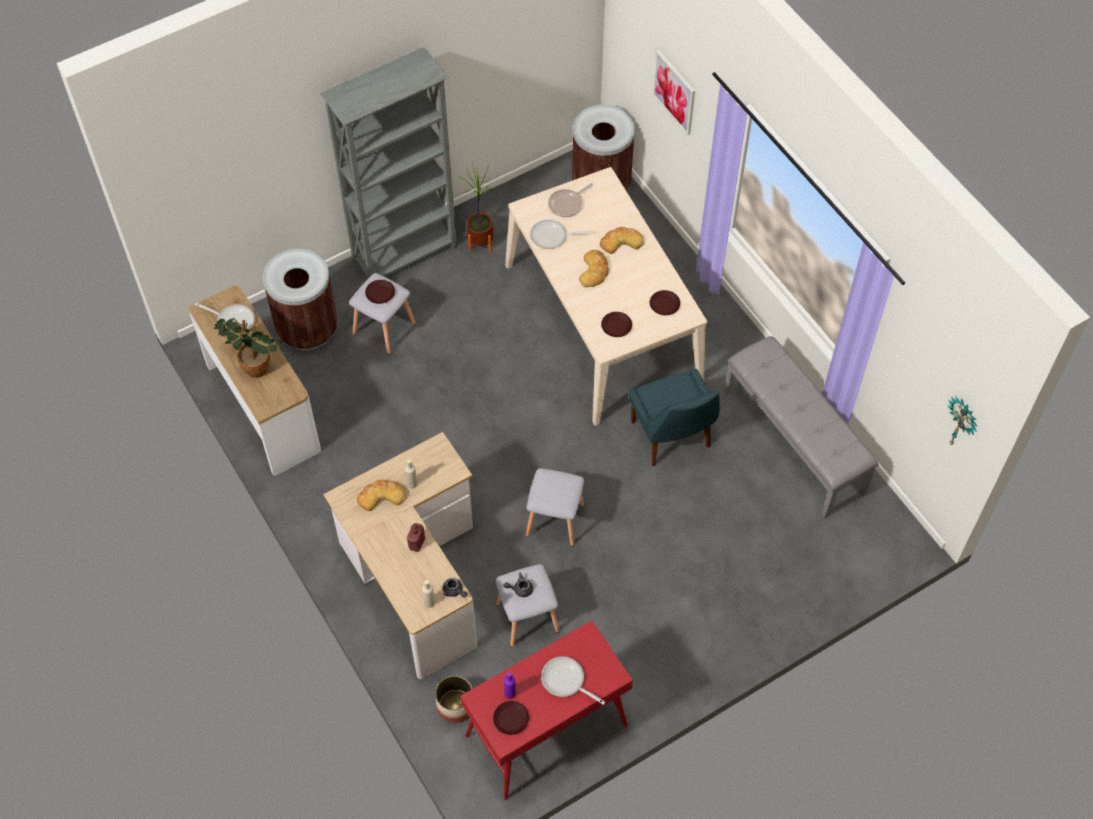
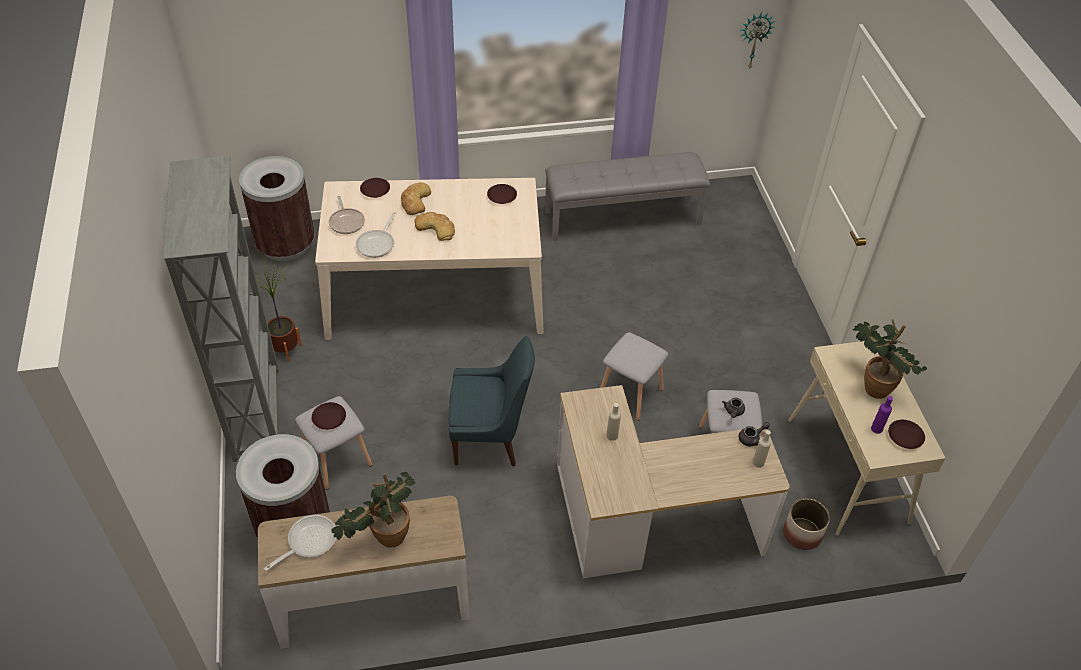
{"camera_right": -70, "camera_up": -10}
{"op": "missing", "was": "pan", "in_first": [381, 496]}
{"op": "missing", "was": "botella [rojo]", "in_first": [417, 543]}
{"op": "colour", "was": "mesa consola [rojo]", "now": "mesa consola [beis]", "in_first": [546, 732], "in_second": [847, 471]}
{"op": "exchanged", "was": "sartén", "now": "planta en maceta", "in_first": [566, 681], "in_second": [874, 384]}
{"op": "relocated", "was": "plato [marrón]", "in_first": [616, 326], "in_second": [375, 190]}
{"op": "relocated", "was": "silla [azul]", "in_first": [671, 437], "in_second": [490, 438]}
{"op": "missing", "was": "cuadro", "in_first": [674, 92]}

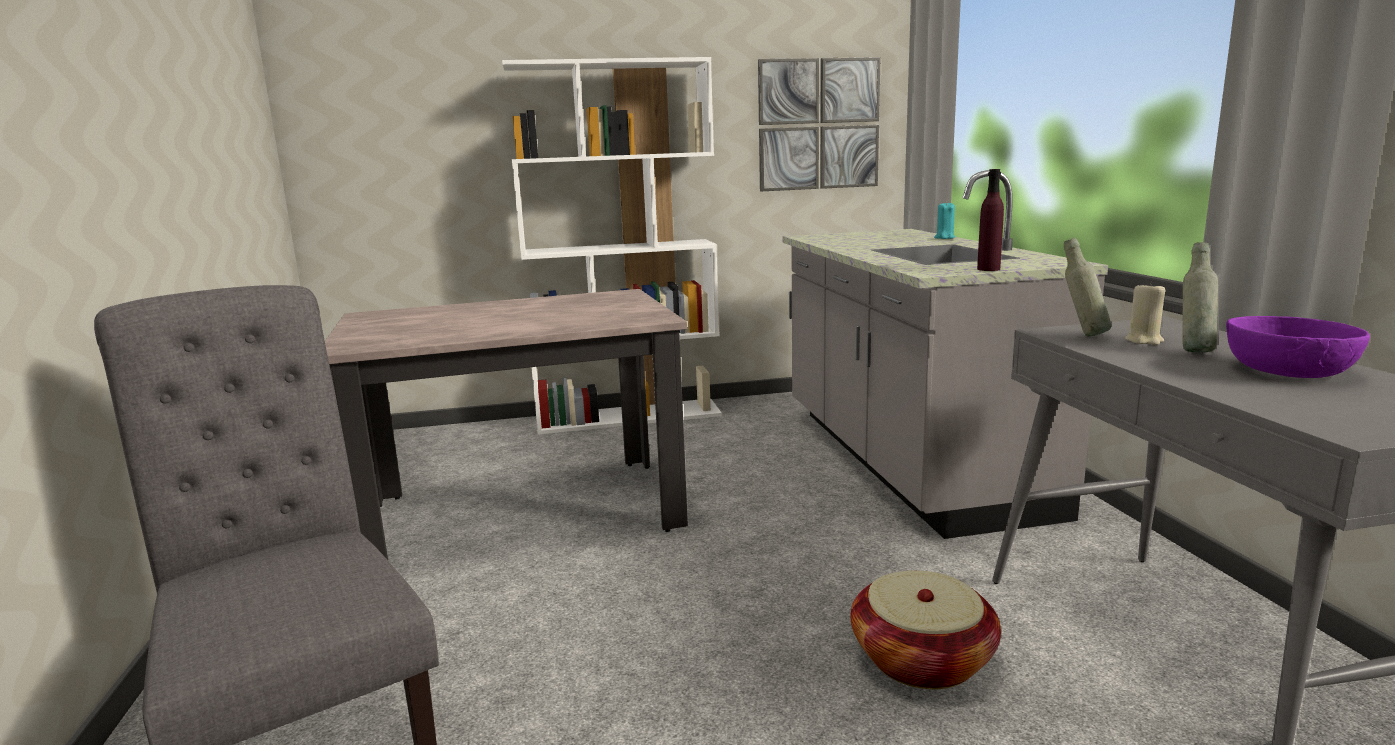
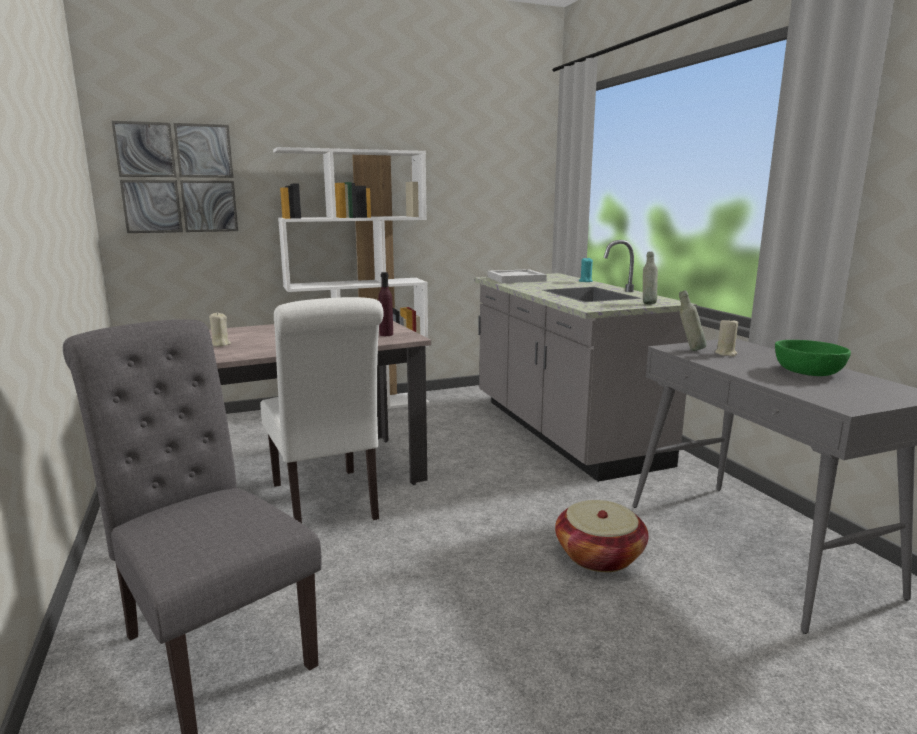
{"camera_right": -10, "camera_up": 0}
{"op": "relocated", "was": "cuadro", "in_first": [818, 124], "in_second": [178, 178]}
{"op": "relocated", "was": "botella [morado]", "in_first": [988, 269], "in_second": [386, 334]}
{"op": "relocated", "was": "botella [gris]", "in_first": [1193, 350], "in_second": [648, 303]}
{"op": "colour", "was": "cuenco [morado]", "now": "cuenco [verde]", "in_first": [1287, 371], "in_second": [808, 372]}
{"op": "appeared", "now": "vela [beis]", "in_second": [220, 344]}
{"op": "appeared", "now": "silla [blanco]", "in_second": [327, 504]}
{"op": "appeared", "now": "bandeja [blanco]", "in_second": [515, 279]}

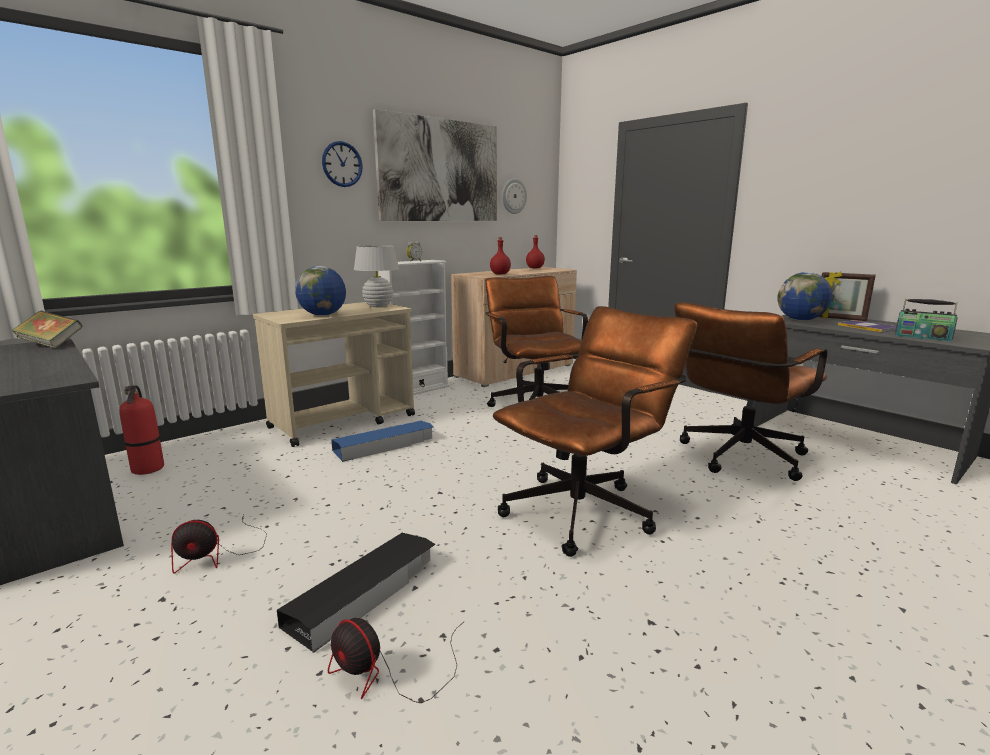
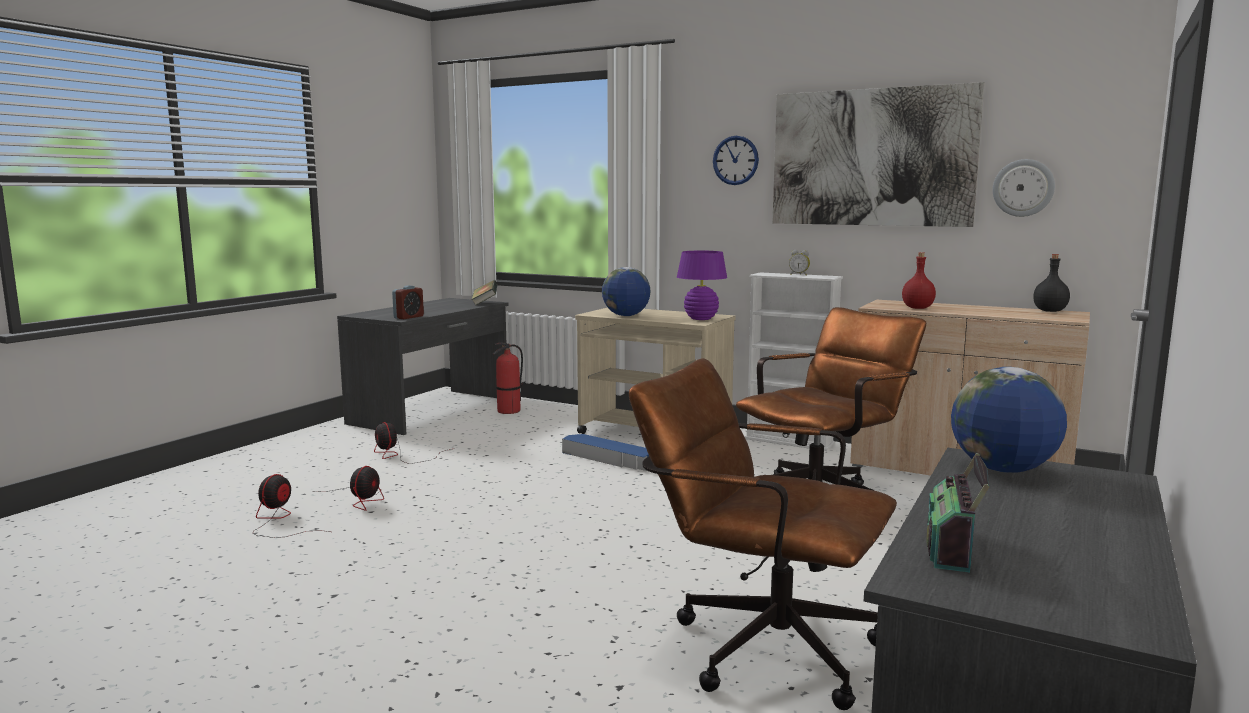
{"camera_right": 70, "camera_up": -5}
{"op": "exchanged", "was": "caja de almacenaje [negro]", "now": "ventilador", "in_first": [365, 593], "in_second": [361, 499]}
{"op": "colour", "was": "lámpara de mesa [blanco]", "now": "lámpara de mesa [morado]", "in_first": [378, 306], "in_second": [701, 319]}
{"op": "missing", "was": "silla de oficina [marrón]", "in_first": [587, 508]}
{"op": "colour", "was": "botella [rojo]", "now": "botella [negro]", "in_first": [534, 268], "in_second": [1049, 311]}
{"op": "missing", "was": "portarretratos", "in_first": [840, 319]}
{"op": "missing", "was": "libro", "in_first": [867, 327]}
{"op": "appeared", "now": "despertador", "in_second": [408, 317]}

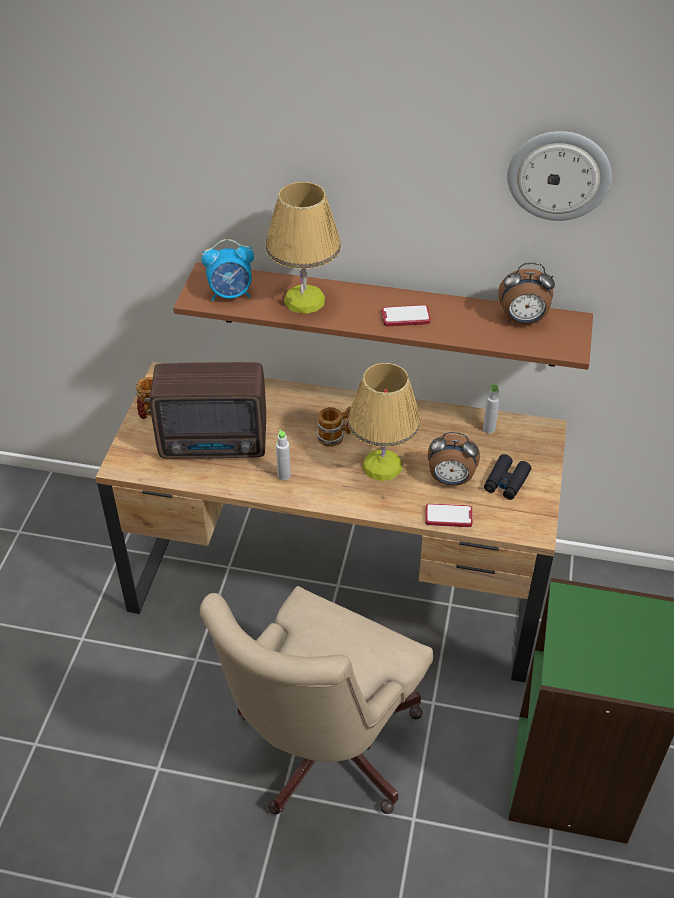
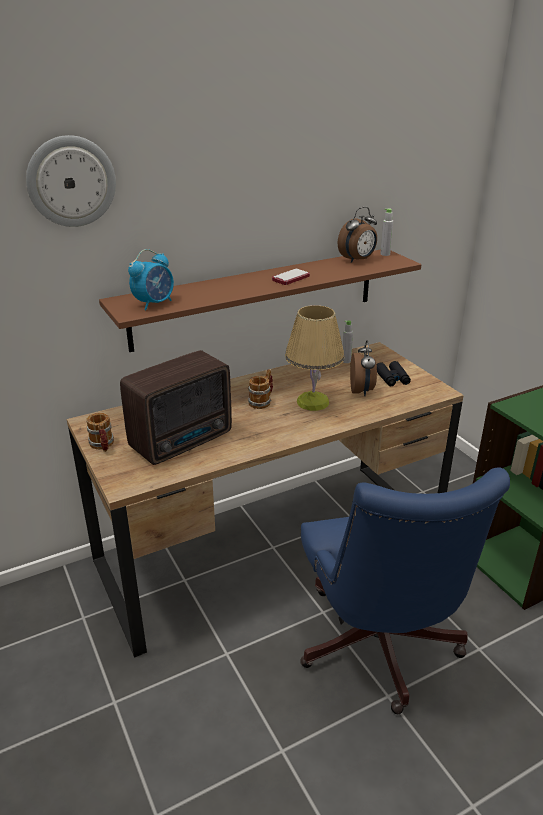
{"camera_right": -40, "camera_up": -15}
{"op": "colour", "was": "silla de oficina [beis]", "now": "silla de oficina [azul]", "in_first": [321, 751], "in_second": [379, 650]}
{"op": "missing", "was": "lámpara de mesa", "in_first": [304, 300]}
{"op": "relocated", "was": "botella [gris]", "in_first": [284, 475], "in_second": [385, 254]}
{"op": "missing", "was": "móvil", "in_first": [448, 516]}
{"op": "spun", "was": "despertador", "in_first": [450, 480], "in_second": [362, 391], "clockwise": -60}
{"op": "relocated", "was": "reloj de pared", "in_first": [559, 175], "in_second": [71, 181]}

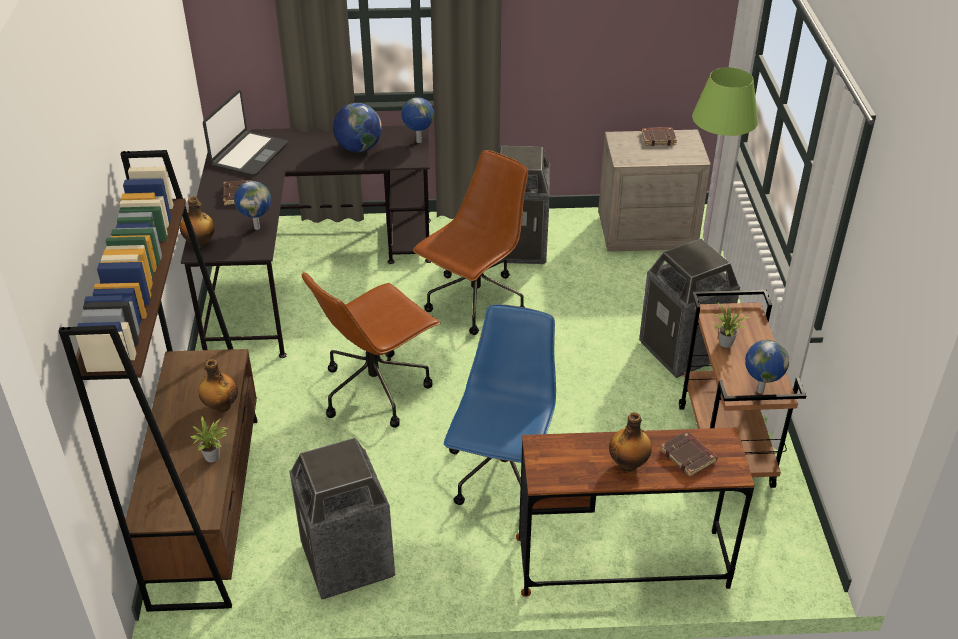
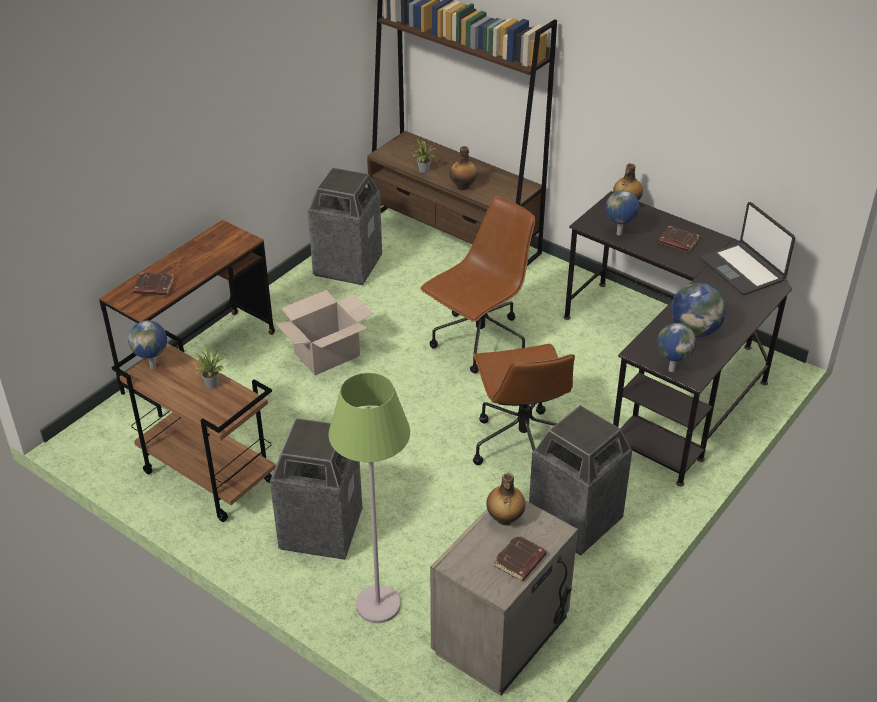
{"camera_right": 130, "camera_up": 0}
{"op": "spun", "was": "silla de oficina [marrón]", "in_first": [376, 389], "in_second": [479, 342], "clockwise": 45}
{"op": "exchanged", "was": "silla de oficina [azul]", "now": "caja de cartón", "in_first": [503, 476], "in_second": [327, 355]}
{"op": "relocated", "was": "botella", "in_first": [628, 464], "in_second": [504, 519]}

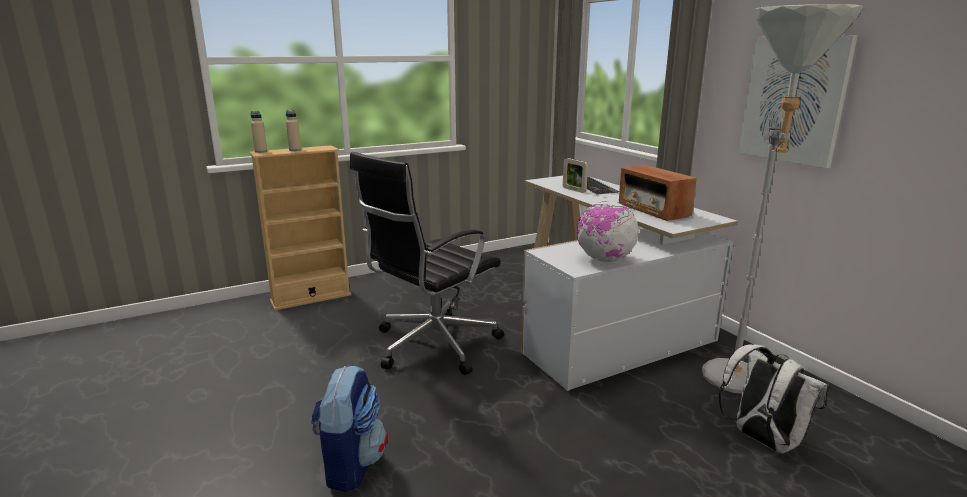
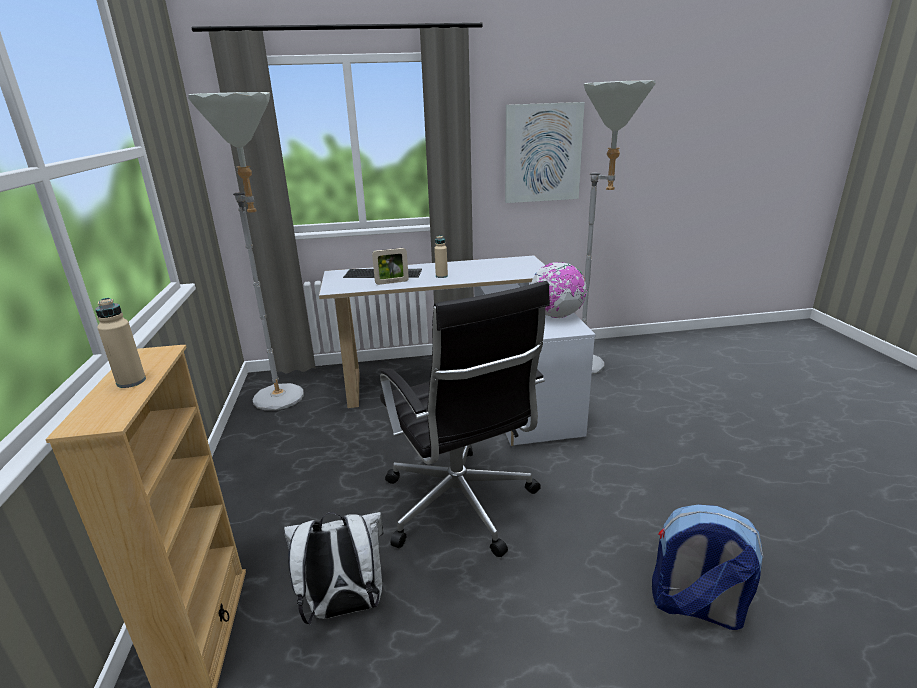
{"camera_right": -70, "camera_up": 5}
{"op": "relocated", "was": "botella [beis]", "in_first": [261, 151], "in_second": [441, 276]}
{"op": "missing", "was": "radio", "in_first": [653, 210]}
{"op": "relocated", "was": "mochila [blanco]", "in_first": [761, 440], "in_second": [344, 607]}
{"op": "appeared", "now": "lámpara de pie [gris]", "in_second": [285, 401]}

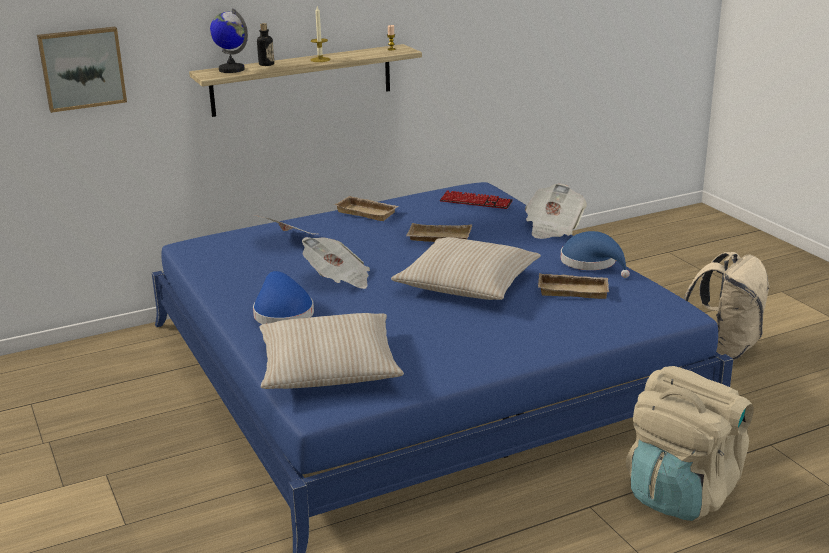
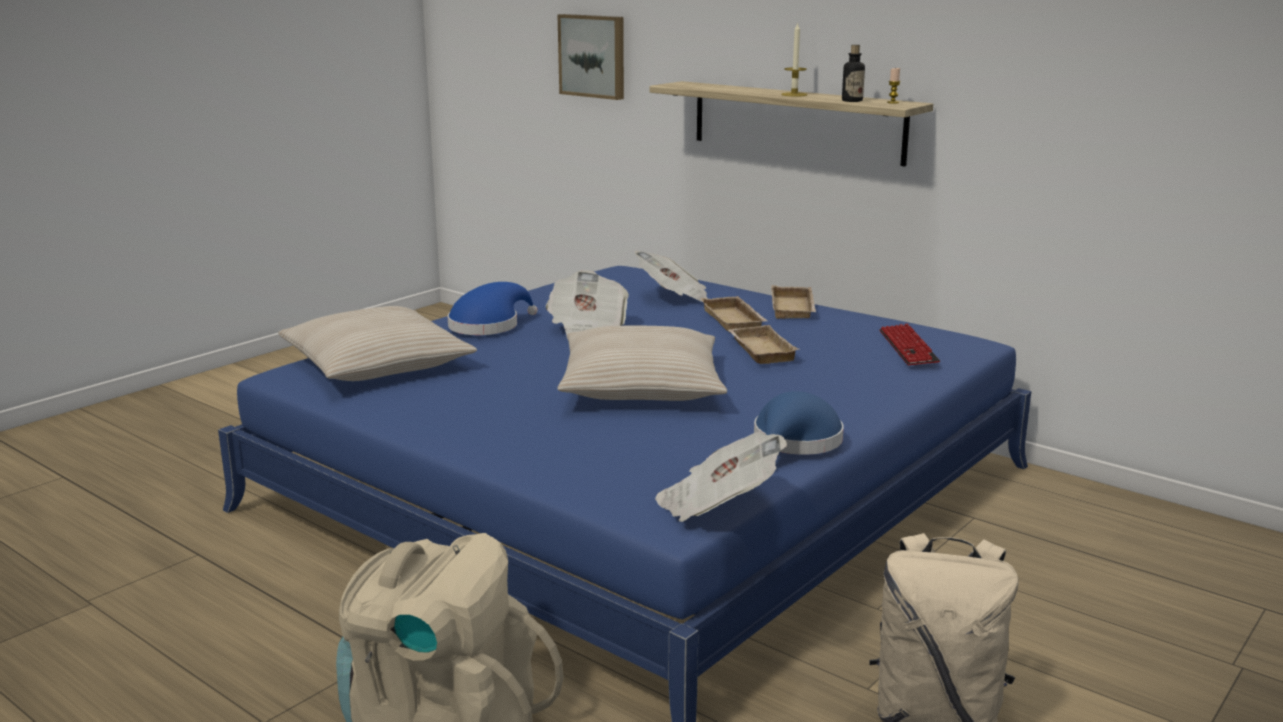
{"camera_right": 65, "camera_up": -5}
{"op": "missing", "was": "globo terráqueo", "in_first": [231, 69]}
{"op": "relocated", "was": "botella", "in_first": [266, 64], "in_second": [852, 101]}
{"op": "relocated", "was": "periódico", "in_first": [553, 228], "in_second": [717, 506]}
{"op": "relocated", "was": "bandeja [beis]", "in_first": [574, 290], "in_second": [735, 320]}

